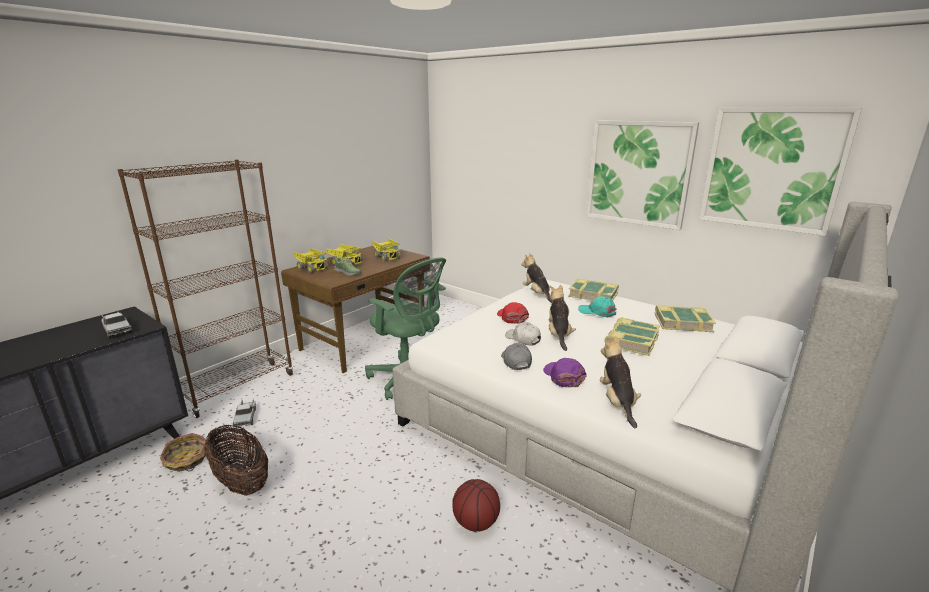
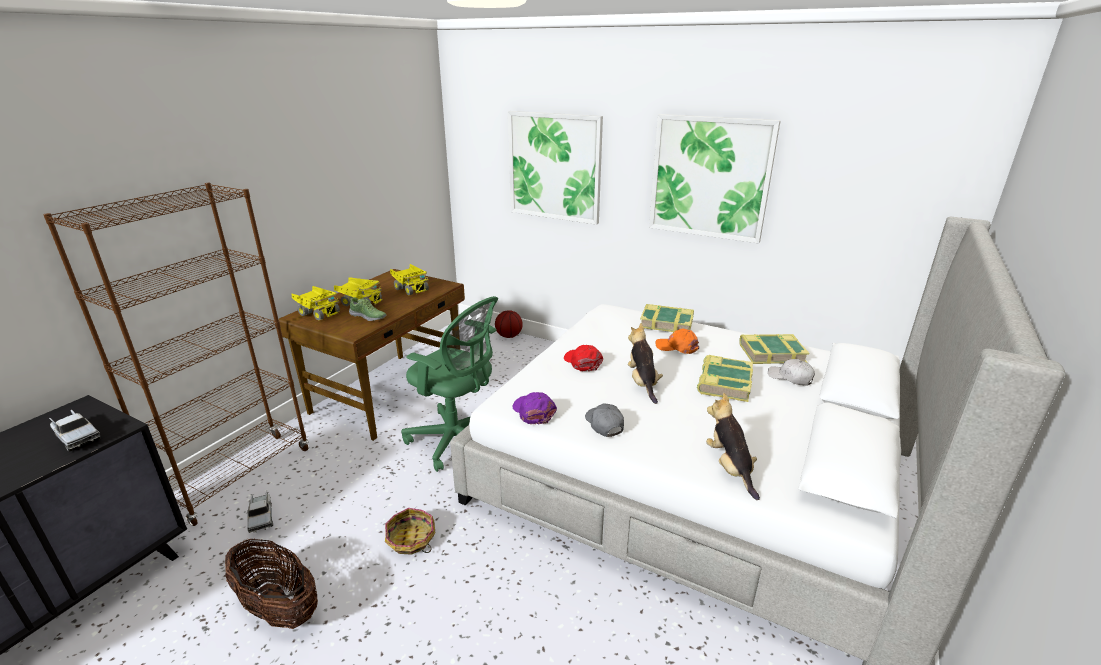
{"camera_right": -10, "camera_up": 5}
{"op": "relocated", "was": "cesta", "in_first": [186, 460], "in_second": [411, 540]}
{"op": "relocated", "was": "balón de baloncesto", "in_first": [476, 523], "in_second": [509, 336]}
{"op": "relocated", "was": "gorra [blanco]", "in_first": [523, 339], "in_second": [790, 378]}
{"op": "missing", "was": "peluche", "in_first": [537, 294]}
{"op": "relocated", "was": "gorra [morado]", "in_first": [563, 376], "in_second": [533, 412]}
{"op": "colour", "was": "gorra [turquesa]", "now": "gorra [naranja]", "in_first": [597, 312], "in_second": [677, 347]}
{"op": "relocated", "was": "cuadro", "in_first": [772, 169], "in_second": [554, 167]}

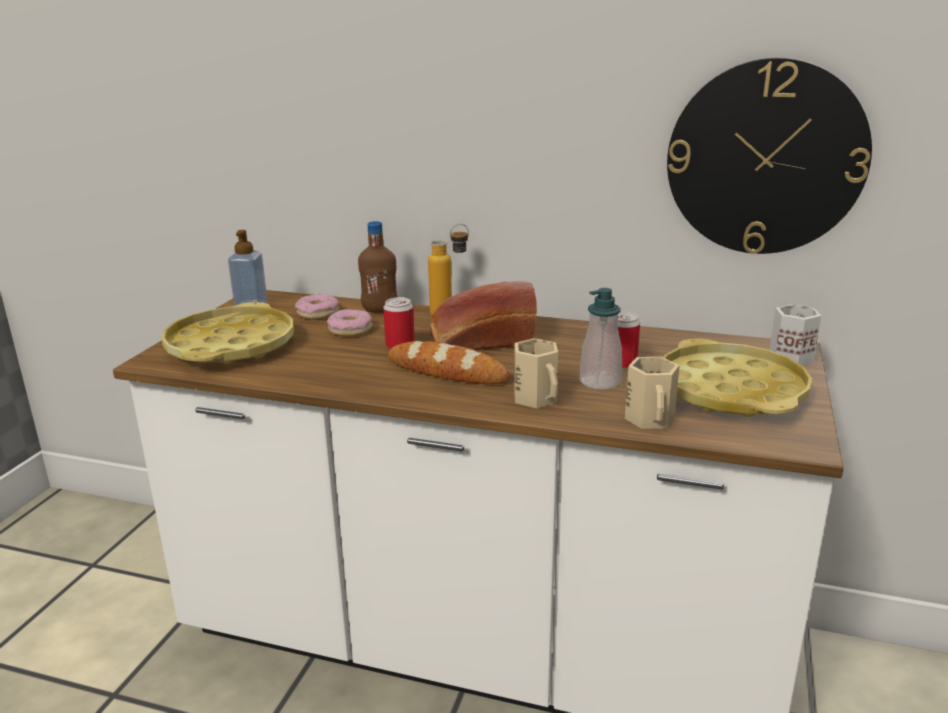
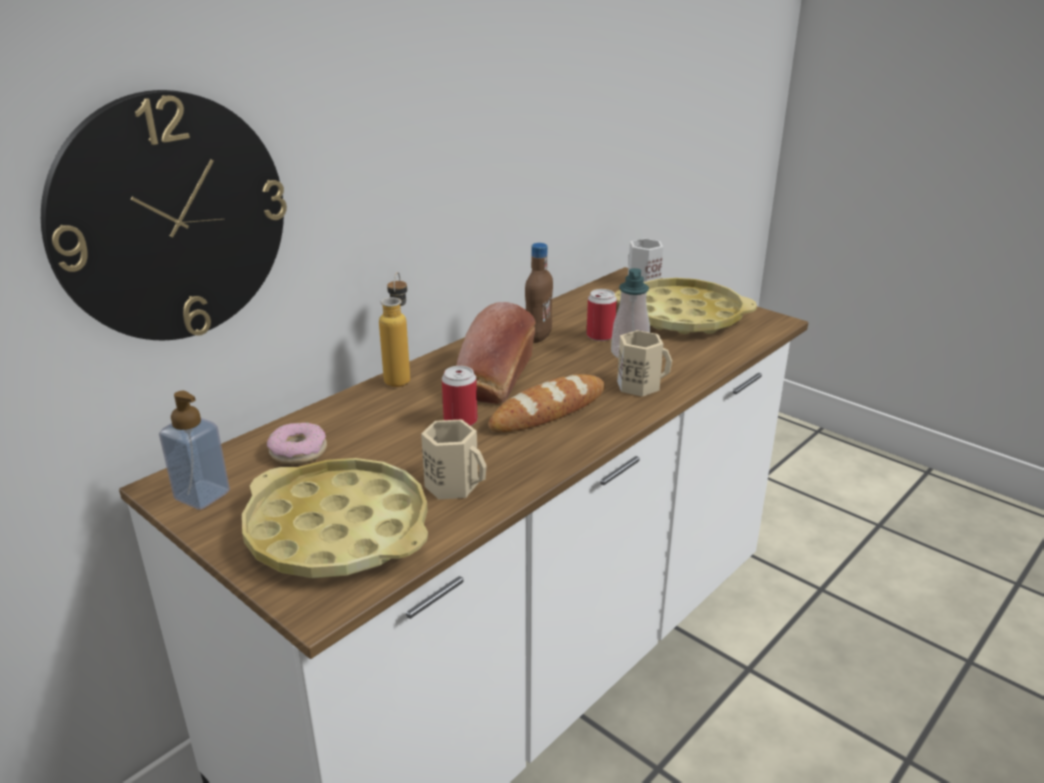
{"camera_right": -65, "camera_up": 5}
{"op": "missing", "was": "rosquilla", "in_first": [350, 330]}
{"op": "relocated", "was": "botella [marrón]", "in_first": [380, 310], "in_second": [538, 337]}
{"op": "relocated", "was": "taza grande [beis]", "in_first": [651, 419], "in_second": [454, 484]}
{"op": "relocated", "was": "reloj de pared", "in_first": [765, 158], "in_second": [171, 219]}

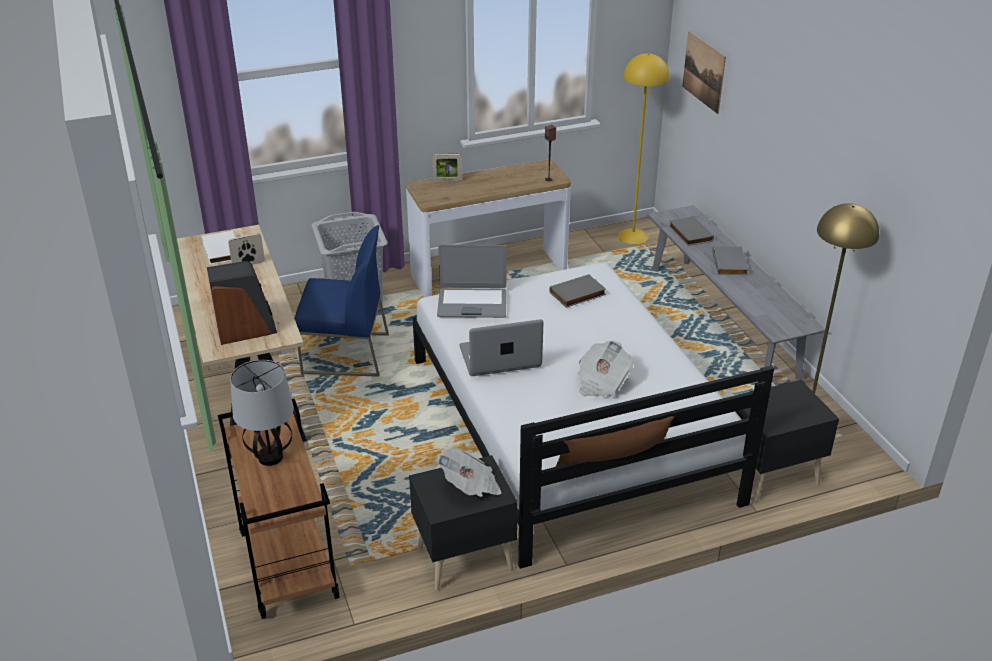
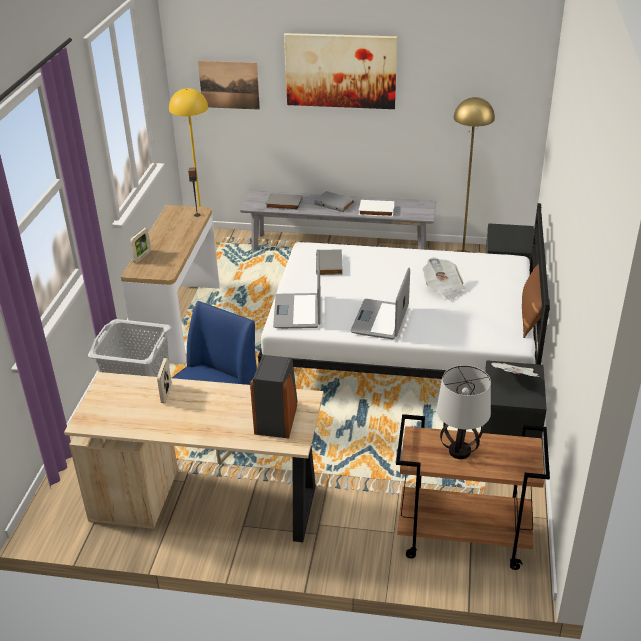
{"camera_right": -60, "camera_up": 0}
{"op": "relocated", "was": "libro [blanco]", "in_first": [221, 250], "in_second": [376, 211]}
{"op": "spun", "was": "portátil", "in_first": [472, 303], "in_second": [298, 312], "clockwise": 150}
{"op": "appeared", "now": "cuadro", "in_second": [340, 71]}

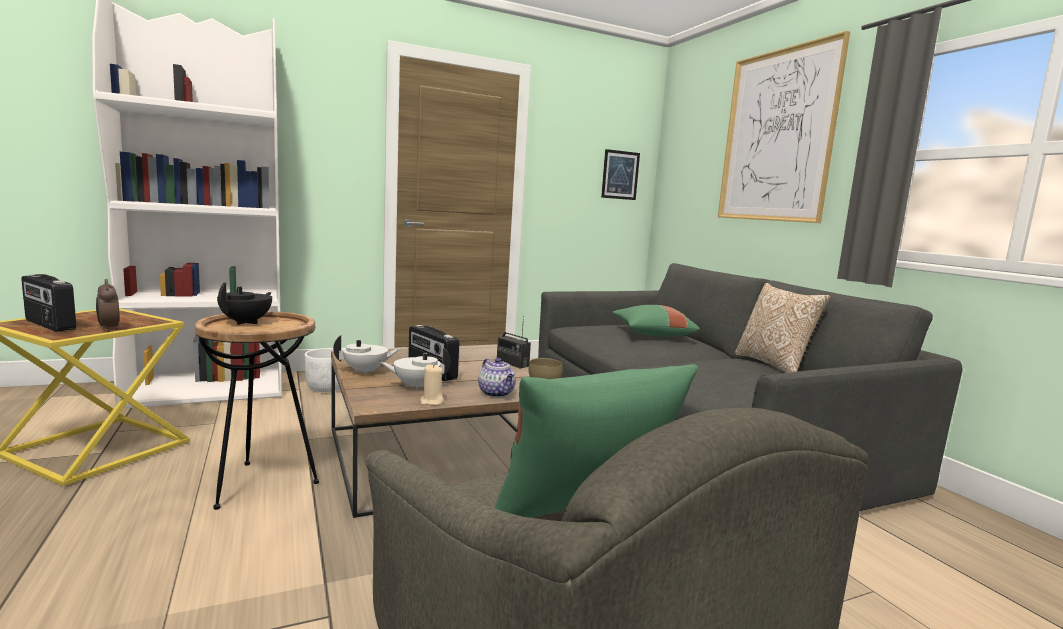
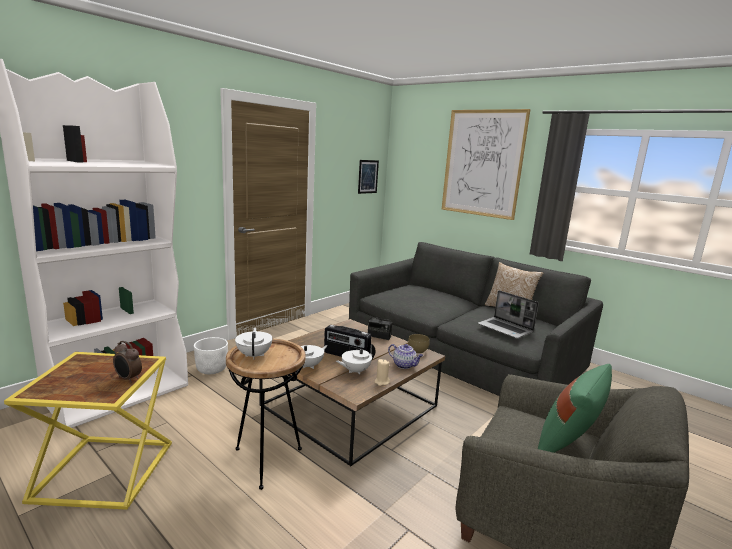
{"camera_right": -25, "camera_up": 5}
{"op": "missing", "was": "radio", "in_first": [49, 325]}
{"op": "colour", "was": "tetera [negro]", "now": "tetera [blanco]", "in_first": [247, 322], "in_second": [254, 355]}
{"op": "missing", "was": "cojín [verde]", "in_first": [652, 334]}
{"op": "appeared", "now": "portátil", "in_second": [506, 329]}

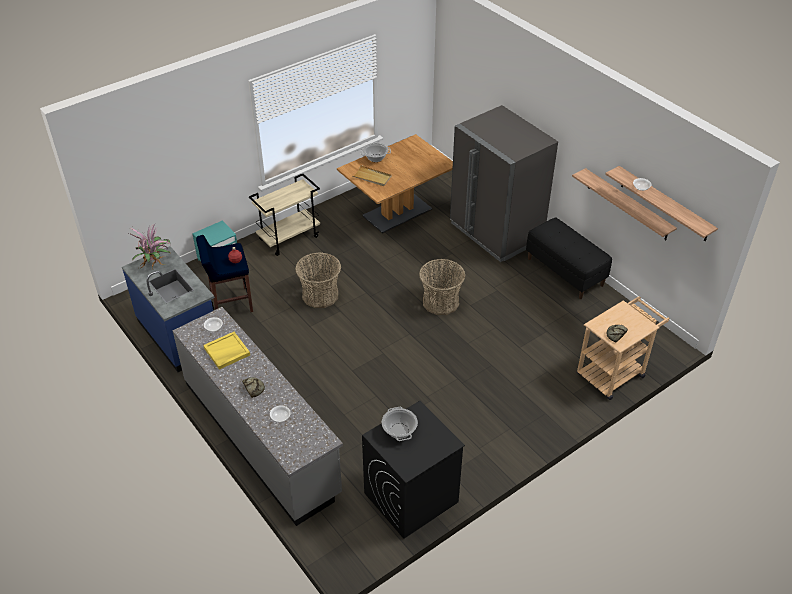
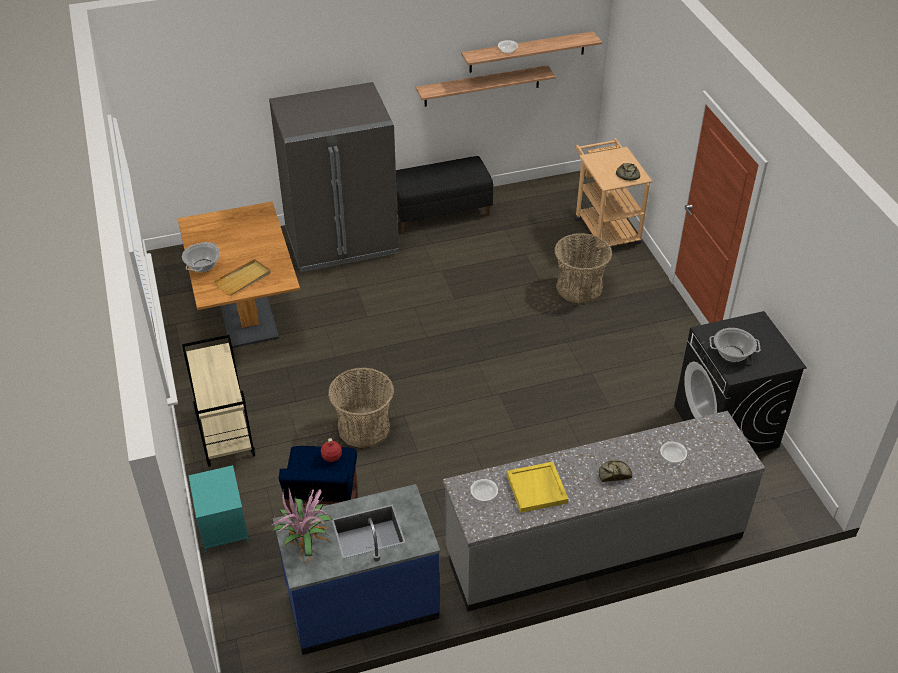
{"camera_right": -70, "camera_up": 0}
{"op": "relocated", "was": "cesta", "in_first": [441, 302], "in_second": [579, 287]}

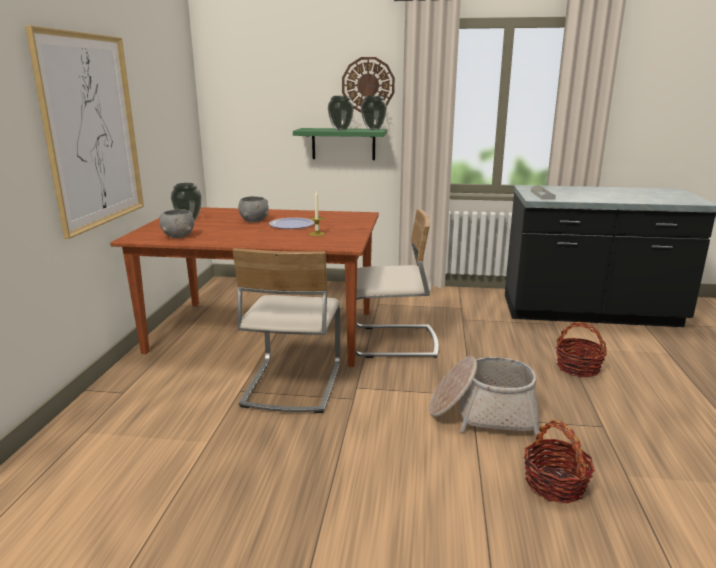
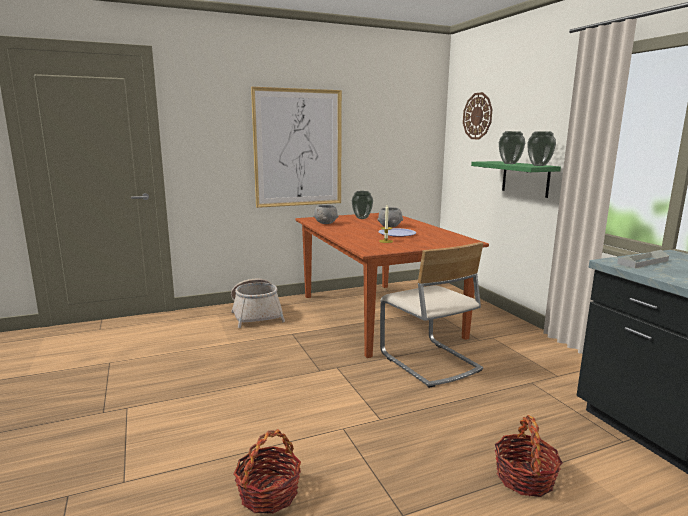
{"camera_right": 60, "camera_up": -5}
{"op": "missing", "was": "silla [beis]", "in_first": [291, 385]}
{"op": "relocated", "was": "reloj de pared", "in_first": [368, 85], "in_second": [477, 116]}
{"op": "relocated", "was": "cesta", "in_first": [483, 414], "in_second": [256, 314]}

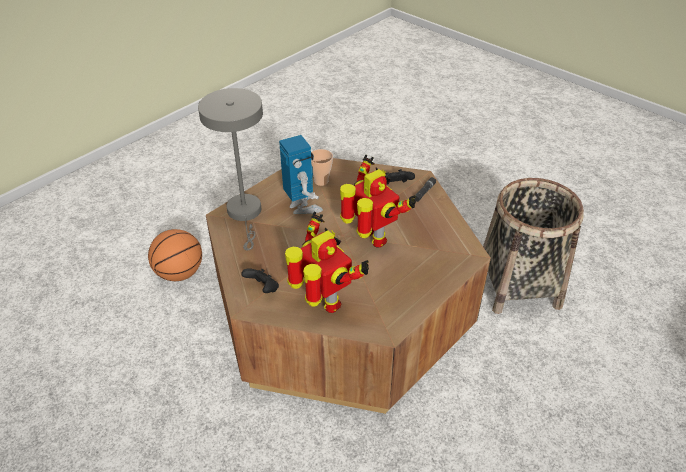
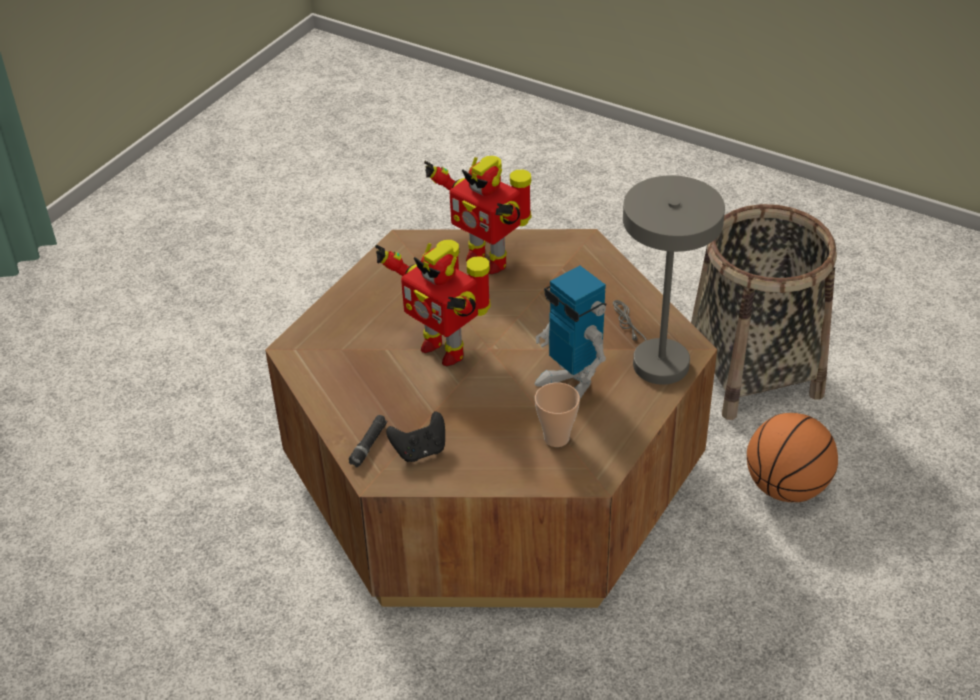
{"camera_right": 170, "camera_up": 0}
{"op": "missing", "was": "mando de consola [negro]", "in_first": [263, 289]}
{"op": "relocated", "was": "cesta", "in_first": [518, 285], "in_second": [753, 374]}

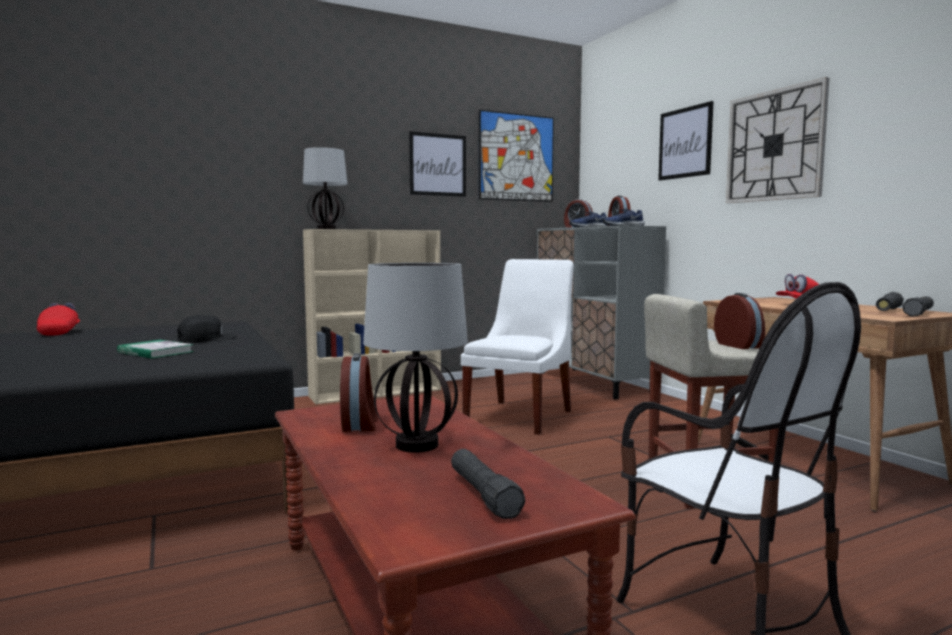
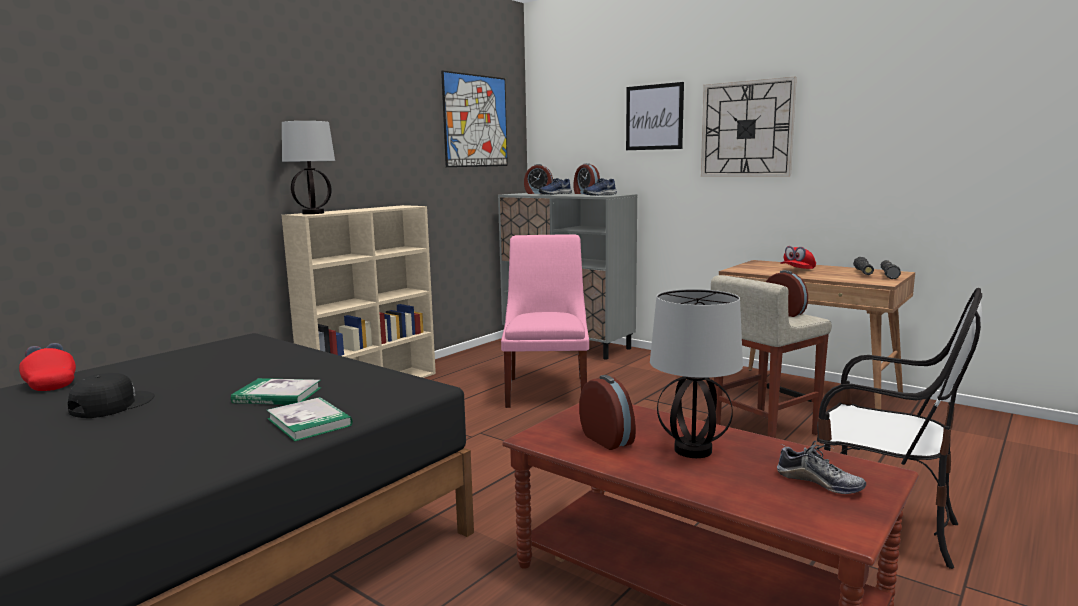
{"camera_right": -25, "camera_up": 5}
{"op": "relocated", "was": "gorra [negro]", "in_first": [206, 338], "in_second": [111, 405]}
{"op": "missing", "was": "cuadro", "in_first": [437, 165]}
{"op": "exchanged", "was": "linterna [negro]", "now": "zapato", "in_first": [483, 495], "in_second": [819, 482]}
{"op": "colour", "was": "silla [blanco]", "now": "silla [rosa]", "in_first": [521, 415], "in_second": [547, 390]}
{"op": "appeared", "now": "libro", "in_second": [309, 422]}

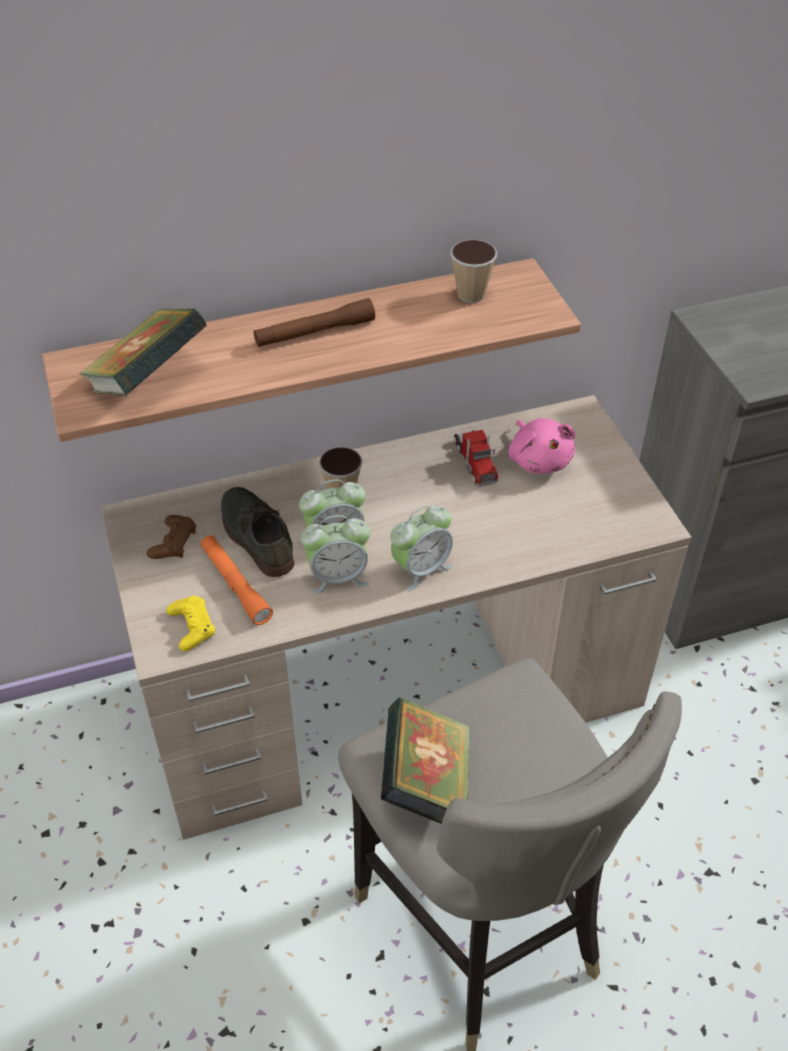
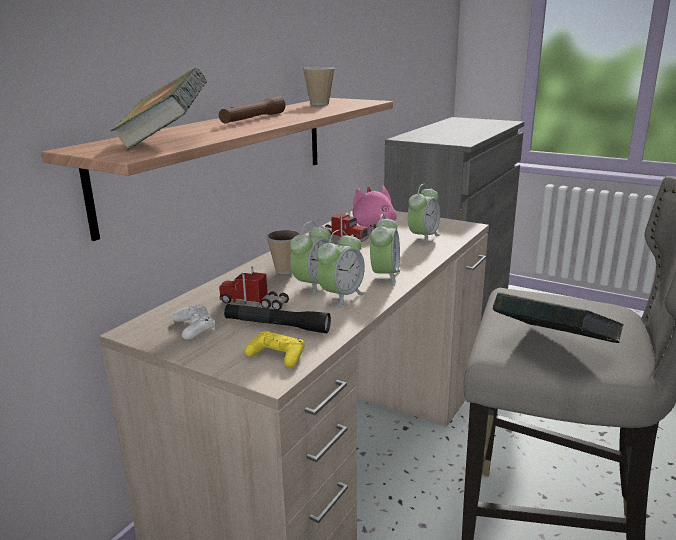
{"camera_right": -40, "camera_up": -25}
{"op": "colour", "was": "mando de consola [marrón]", "now": "mando de consola [blanco]", "in_first": [173, 543], "in_second": [194, 327]}
{"op": "colour", "was": "linterna [naranja]", "now": "linterna [negro]", "in_first": [235, 585], "in_second": [277, 326]}
{"op": "exchanged", "was": "zapato [gris]", "now": "camión de juguete", "in_first": [255, 535], "in_second": [254, 303]}
{"op": "spun", "was": "peluche [rosa]", "in_first": [539, 459], "in_second": [374, 227], "clockwise": -135}
{"op": "appeared", "now": "despertador", "in_second": [423, 237]}

